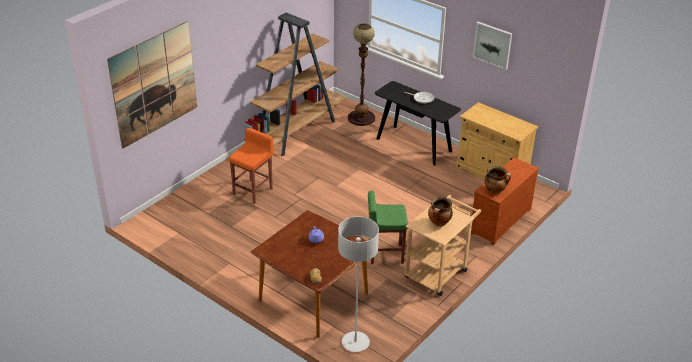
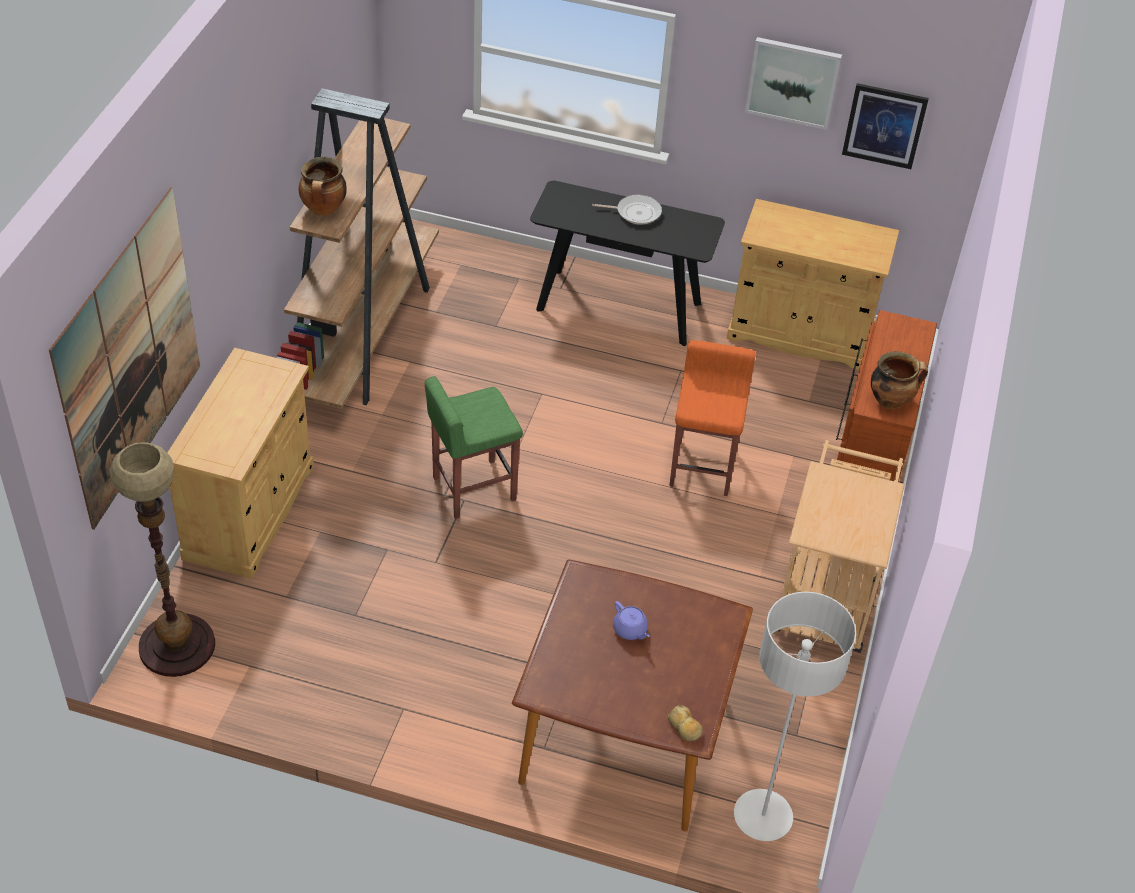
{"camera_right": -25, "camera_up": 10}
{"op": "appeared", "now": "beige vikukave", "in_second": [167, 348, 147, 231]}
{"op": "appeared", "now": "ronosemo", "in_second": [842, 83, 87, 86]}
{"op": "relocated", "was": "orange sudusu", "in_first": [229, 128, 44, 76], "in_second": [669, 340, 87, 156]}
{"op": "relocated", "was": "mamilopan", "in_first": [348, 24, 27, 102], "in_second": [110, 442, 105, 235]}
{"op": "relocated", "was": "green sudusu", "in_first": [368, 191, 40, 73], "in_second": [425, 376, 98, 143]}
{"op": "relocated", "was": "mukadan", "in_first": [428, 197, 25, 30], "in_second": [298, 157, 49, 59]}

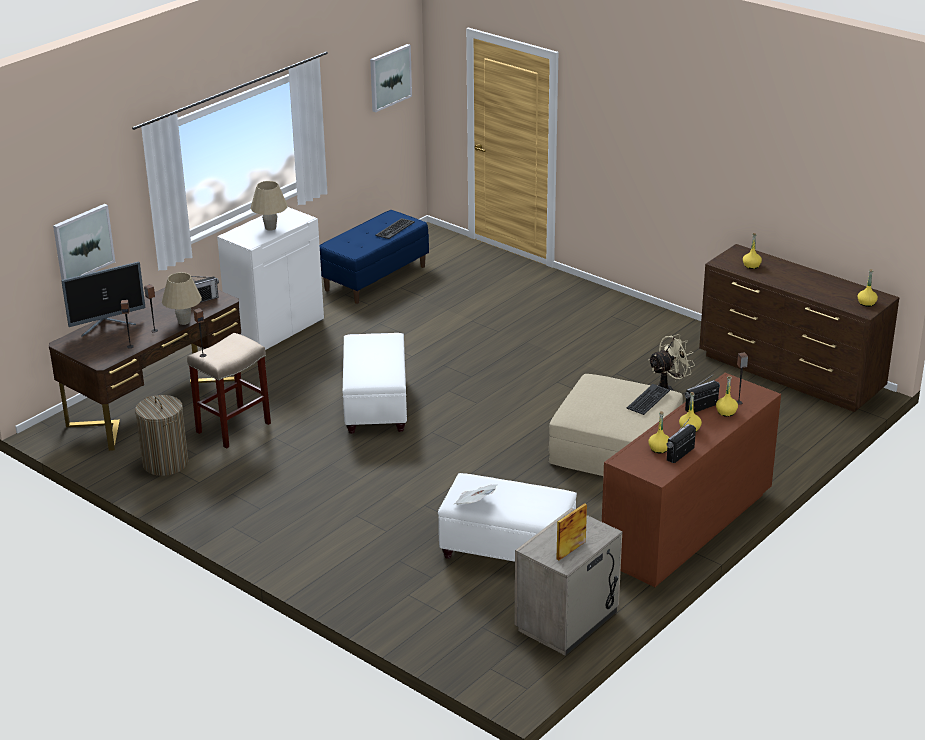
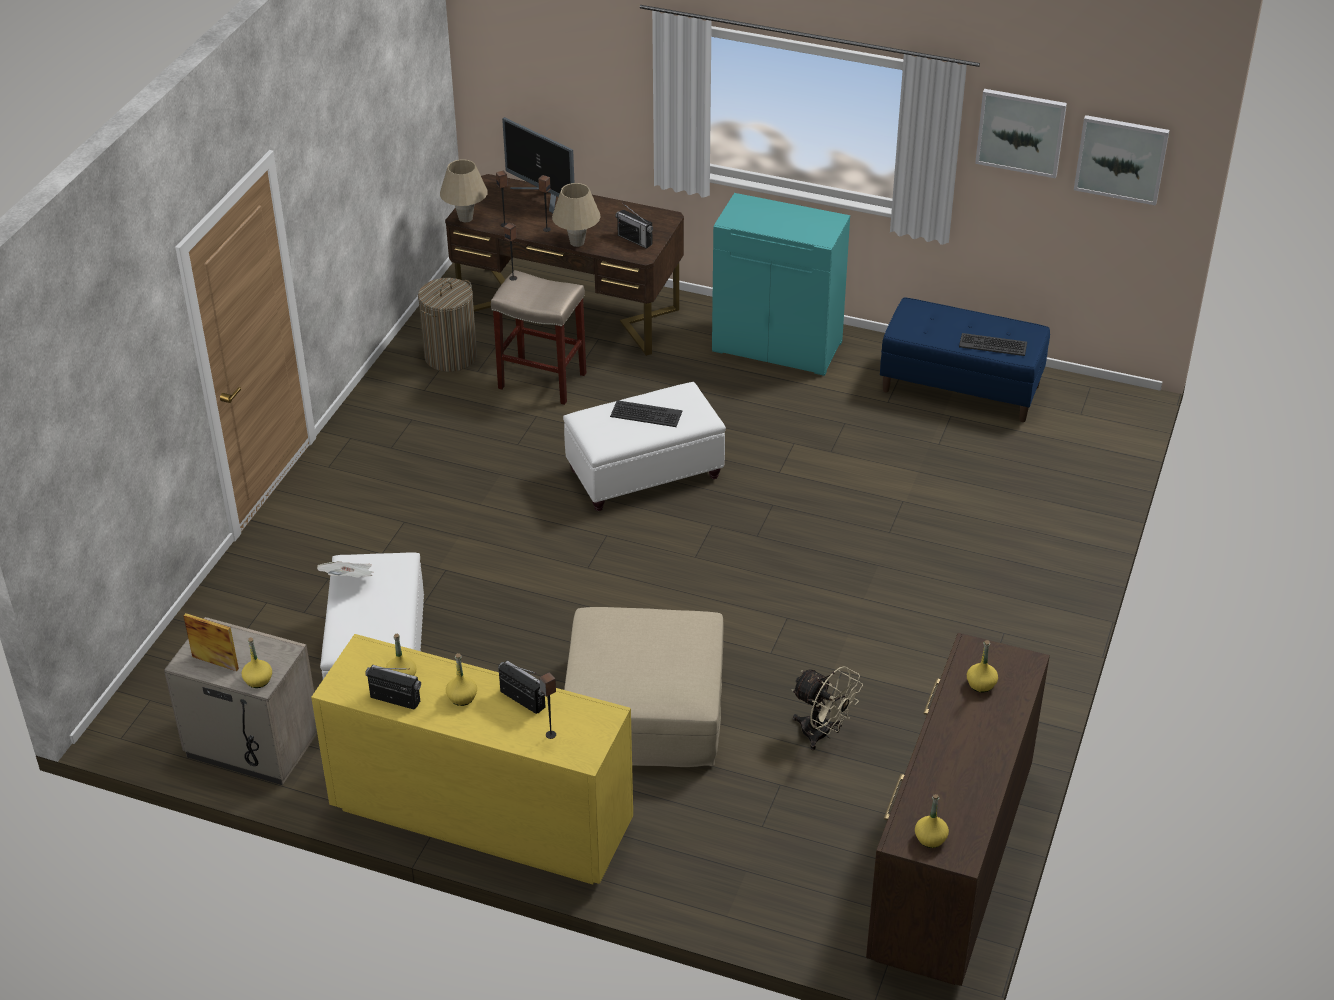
{"camera_right": 70, "camera_up": 10}
{"op": "relocated", "was": "ronosemo", "in_first": [53, 204, 62, 76], "in_second": [975, 89, 92, 90]}
{"op": "relocated", "was": "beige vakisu", "in_first": [251, 181, 37, 50], "in_second": [440, 159, 48, 63]}
{"op": "relocated", "was": "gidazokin", "in_first": [627, 384, 43, 31], "in_second": [610, 400, 72, 27]}
{"op": "relocated", "was": "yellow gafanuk", "in_first": [716, 376, 22, 41], "in_second": [242, 637, 30, 51]}
{"op": "colour", "was": "white vikukave", "now": "turquoise vikukave", "in_first": [217, 207, 107, 143], "in_second": [712, 193, 138, 183]}
{"op": "colour", "was": "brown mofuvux", "now": "yellow mofuvux", "in_first": [602, 373, 179, 214], "in_second": [311, 634, 322, 251]}

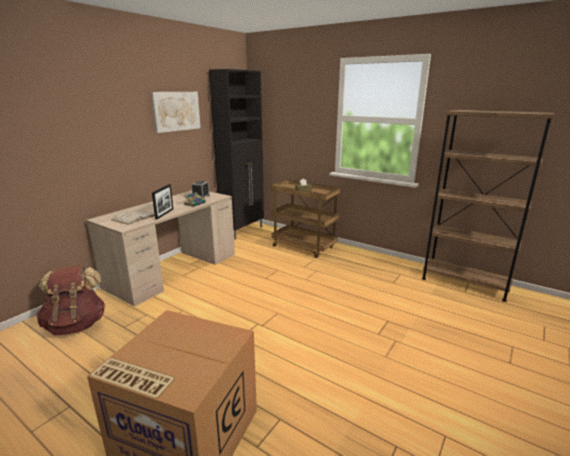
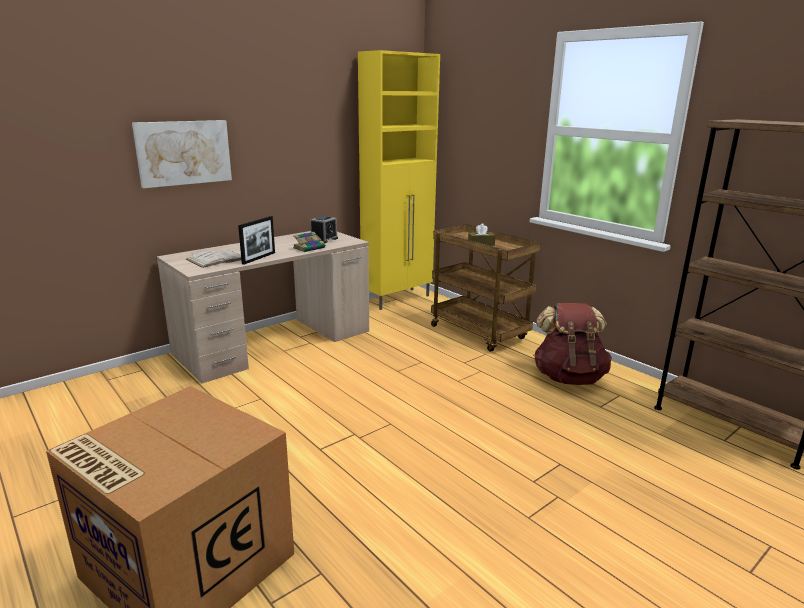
{"camera_right": 15, "camera_up": 0}
{"op": "relocated", "was": "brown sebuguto", "in_first": [36, 265, 70, 70], "in_second": [533, 303, 79, 82]}
{"op": "relocated", "was": "ronosemo", "in_first": [150, 92, 51, 41], "in_second": [132, 120, 100, 68]}
{"op": "colour", "was": "black vikukave", "now": "yellow vikukave", "in_first": [209, 69, 55, 171], "in_second": [358, 50, 82, 260]}

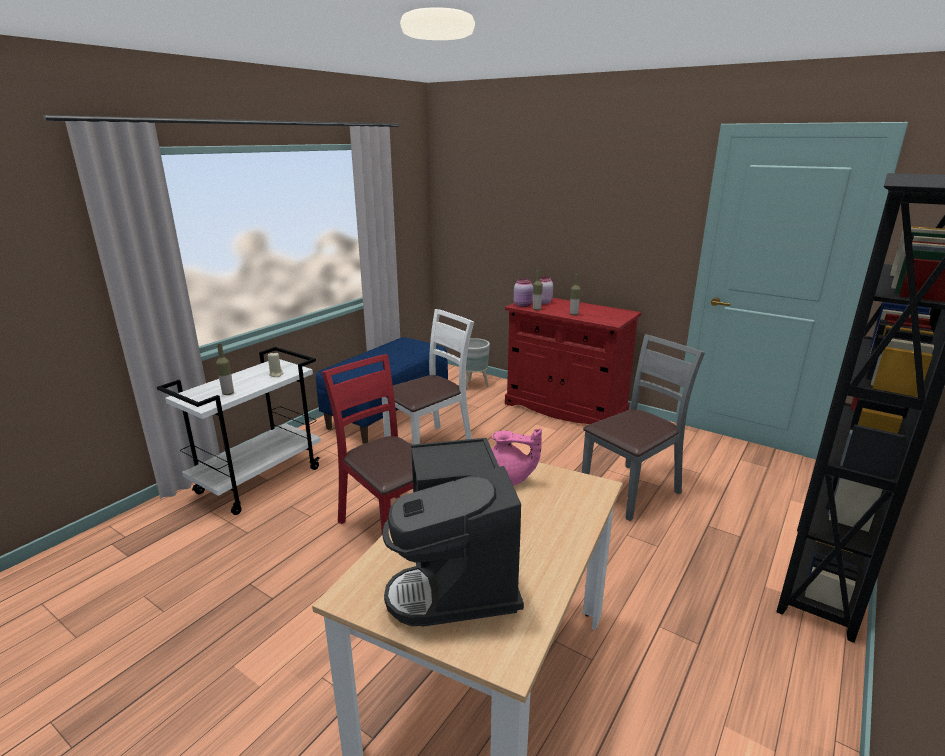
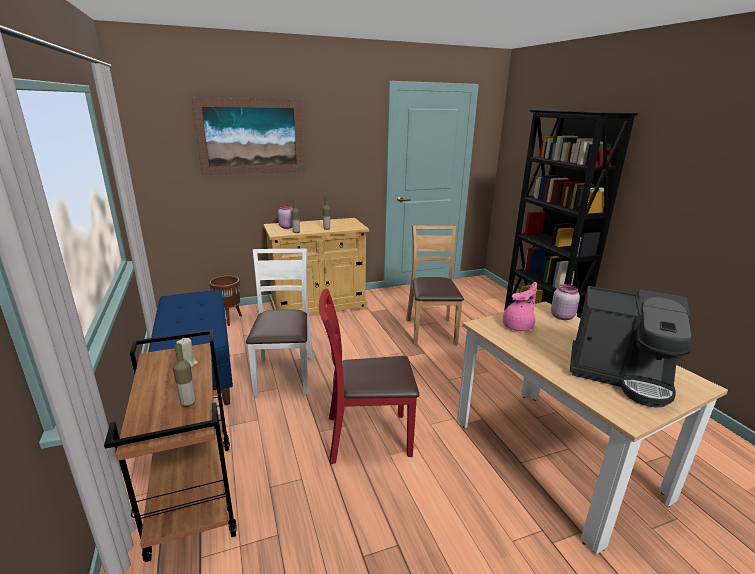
{"camera_right": -55, "camera_up": 0}
{"op": "appeared", "now": "ronosemo", "in_second": [191, 98, 114, 77]}
{"op": "relocated", "was": "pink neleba", "in_first": [514, 279, 19, 28], "in_second": [551, 284, 29, 36]}
{"op": "colour", "was": "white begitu", "now": "brown begitu", "in_first": [157, 347, 164, 168], "in_second": [104, 330, 133, 232]}
{"op": "colour", "was": "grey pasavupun", "now": "brown pasavupun", "in_first": [460, 338, 30, 52], "in_second": [209, 276, 33, 50]}
{"op": "colour", "was": "red vikukave", "now": "beige vikukave", "in_first": [505, 298, 136, 126], "in_second": [263, 218, 106, 98]}
{"op": "colour", "was": "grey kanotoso", "now": "brown kanotoso", "in_first": [582, 334, 123, 187], "in_second": [406, 226, 58, 120]}

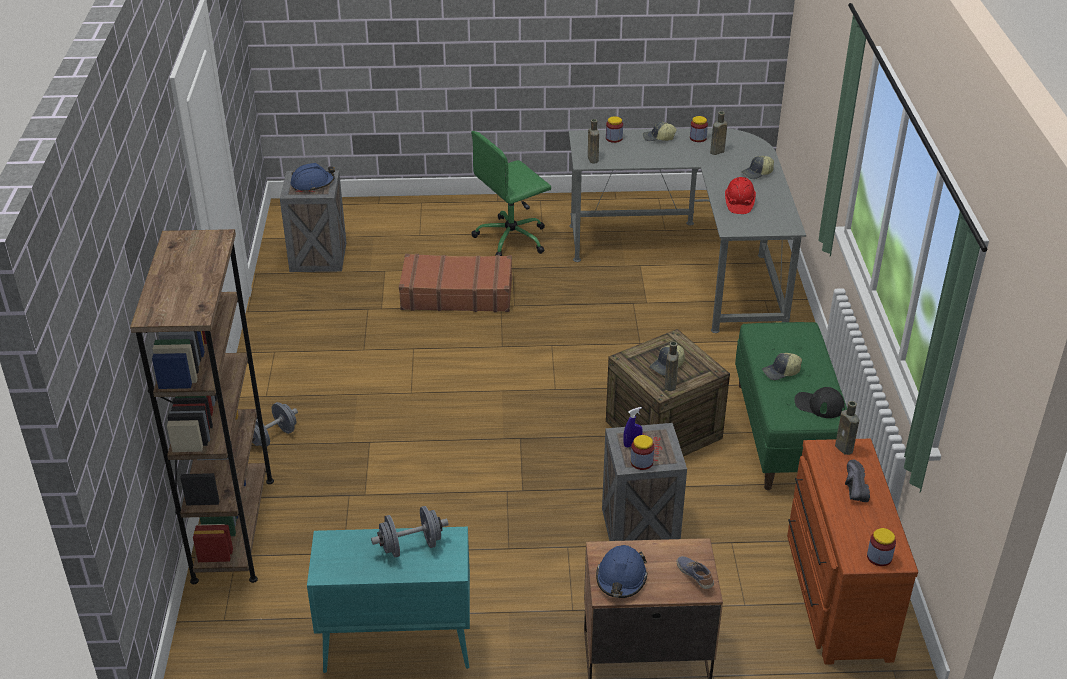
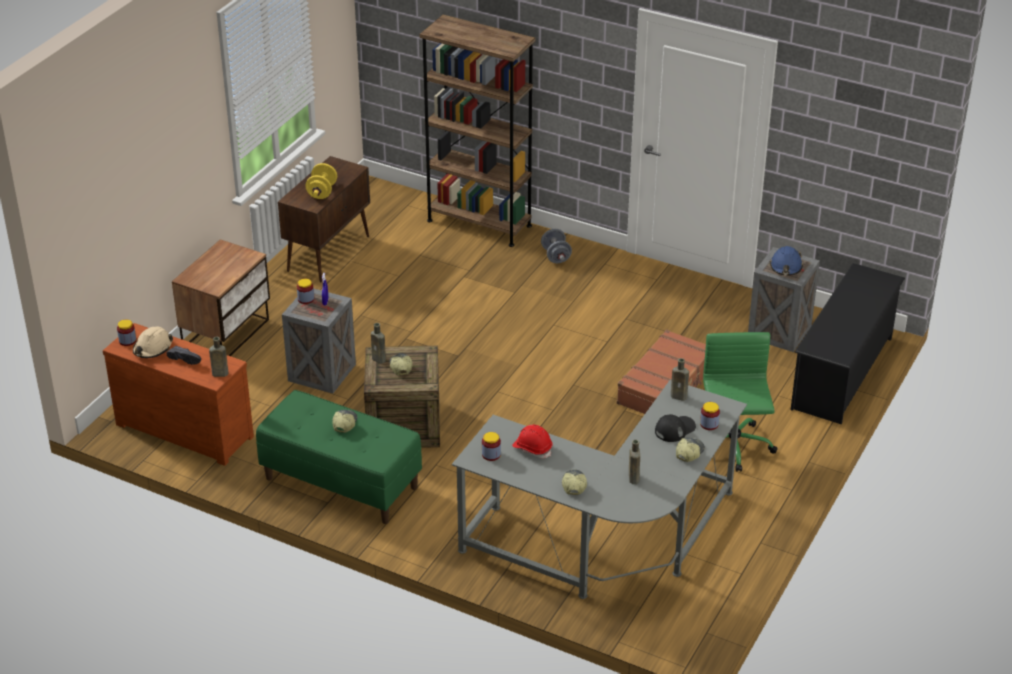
{"camera_right": 120, "camera_up": 0}
{"op": "missing", "was": "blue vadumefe", "in_first": [596, 545, 51, 53]}
{"op": "missing", "was": "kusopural", "in_first": [677, 556, 37, 33]}
{"op": "appeared", "now": "beige vadumefe", "in_second": [133, 327, 40, 31]}
{"op": "appeared", "now": "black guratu", "in_second": [791, 263, 114, 161]}
{"op": "relocated", "was": "neleba", "in_first": [690, 116, 18, 26], "in_second": [482, 432, 19, 29]}
{"op": "relocated", "was": "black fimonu", "in_first": [795, 387, 50, 31], "in_second": [655, 414, 41, 28]}
{"op": "colour", "was": "turquoise vikukave", "now": "brown vikukave", "in_first": [307, 527, 163, 146], "in_second": [278, 156, 92, 126]}
{"op": "colour", "was": "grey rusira", "now": "yellow rusira", "in_first": [371, 506, 78, 51], "in_second": [305, 163, 32, 36]}

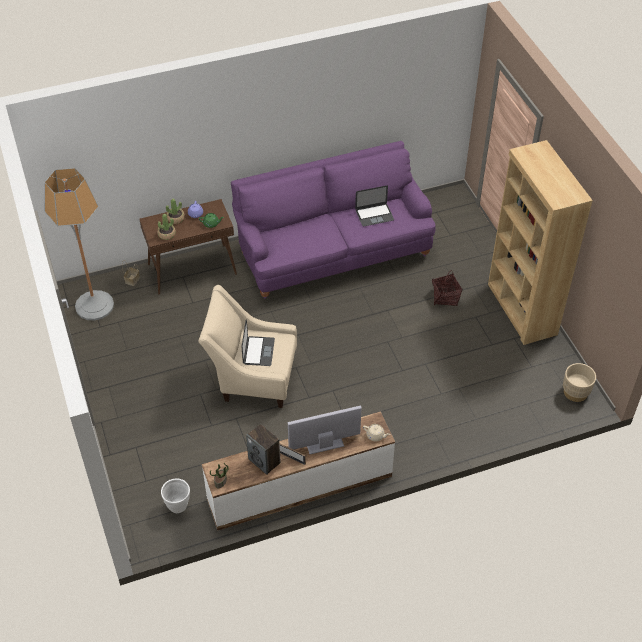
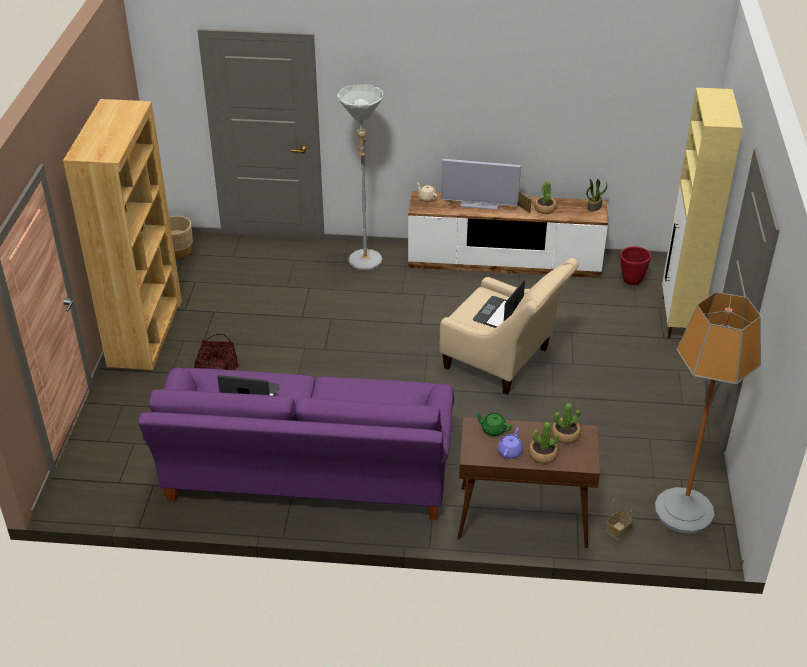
{"camera_right": -155, "camera_up": -10}
{"op": "appeared", "now": "grey mamilopan", "in_second": [337, 84, 46, 186]}
{"op": "appeared", "now": "beige vikukave", "in_second": [662, 88, 81, 250]}
{"op": "exchanged", "was": "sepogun", "now": "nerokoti", "in_first": [246, 424, 35, 51], "in_second": [534, 181, 22, 33]}
{"op": "colour", "was": "white pasavupun", "now": "red pasavupun", "in_first": [161, 478, 29, 35], "in_second": [620, 246, 31, 39]}

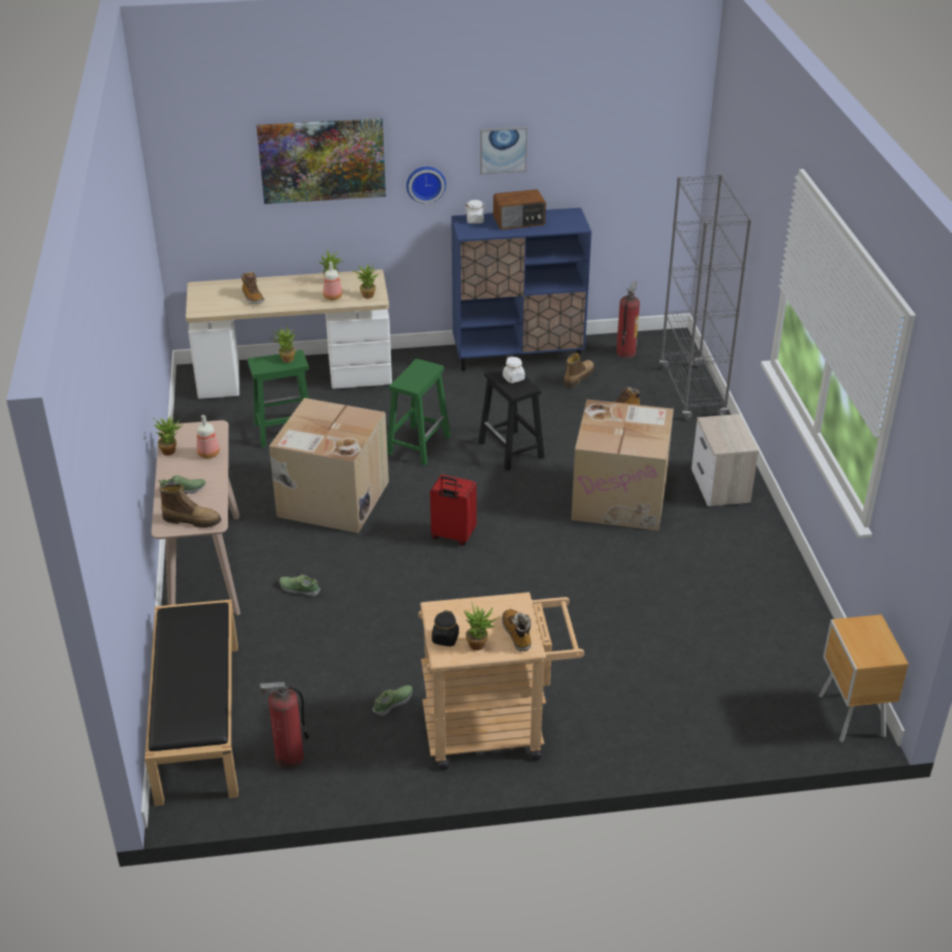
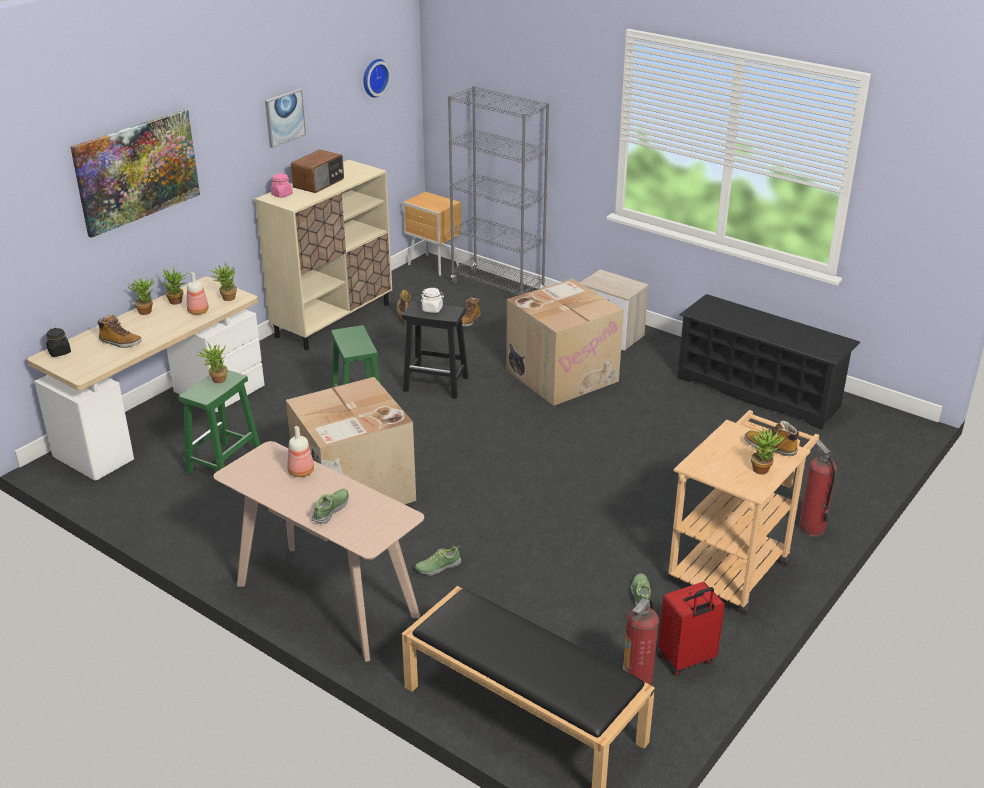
{"camera_right": -45, "camera_up": -5}
{"op": "missing", "was": "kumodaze", "in_first": [159, 484, 63, 44]}
{"op": "appeared", "now": "black guratu", "in_second": [677, 294, 183, 136]}
{"op": "relocated", "was": "nerokoti", "in_first": [153, 416, 29, 39], "in_second": [127, 278, 27, 37]}
{"op": "relocated", "was": "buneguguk", "in_first": [406, 167, 40, 37], "in_second": [363, 59, 28, 39]}
{"op": "relocated", "was": "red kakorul", "in_first": [430, 474, 46, 72], "in_second": [658, 582, 67, 94]}
{"op": "relocated", "was": "black neleba", "in_first": [432, 610, 27, 36], "in_second": [46, 328, 25, 29]}
{"op": "relocated", "was": "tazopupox", "in_first": [616, 281, 24, 77], "in_second": [798, 439, 39, 98]}
{"op": "relocated", "was": "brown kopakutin", "in_first": [819, 614, 90, 128], "in_second": [403, 192, 58, 84]}
{"op": "colour", "was": "blue vikukave", "now": "beige vikukave", "in_first": [451, 208, 141, 163], "in_second": [255, 160, 137, 190]}
{"op": "colour", "was": "white neleba", "now": "pink neleba", "in_first": [464, 200, 23, 24], "in_second": [271, 173, 22, 25]}

